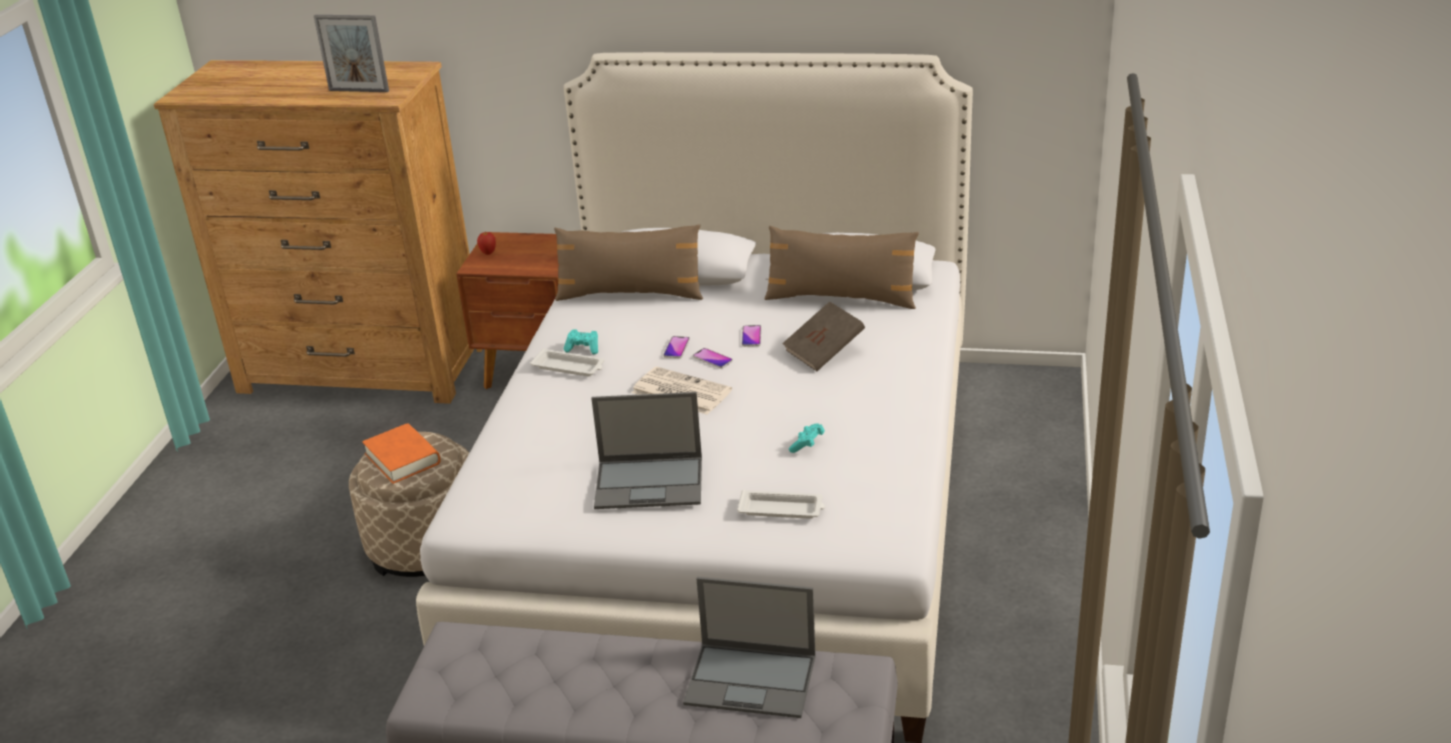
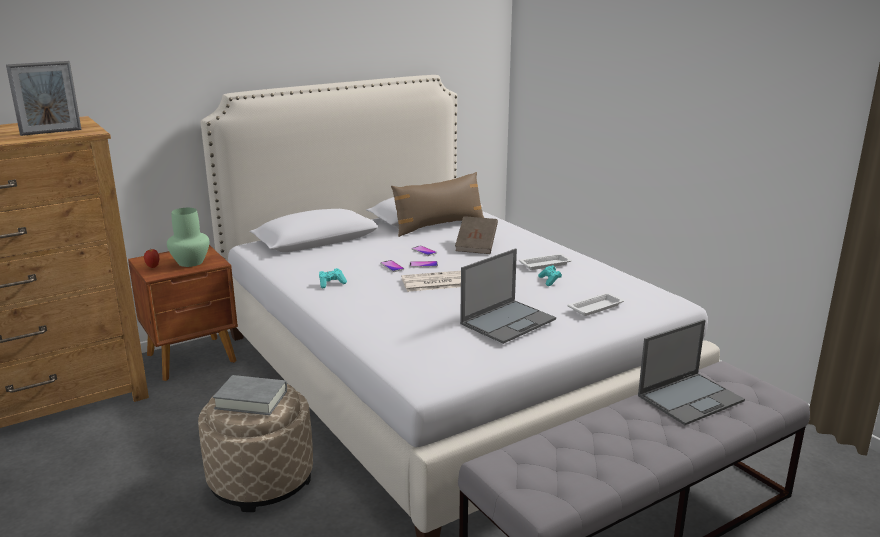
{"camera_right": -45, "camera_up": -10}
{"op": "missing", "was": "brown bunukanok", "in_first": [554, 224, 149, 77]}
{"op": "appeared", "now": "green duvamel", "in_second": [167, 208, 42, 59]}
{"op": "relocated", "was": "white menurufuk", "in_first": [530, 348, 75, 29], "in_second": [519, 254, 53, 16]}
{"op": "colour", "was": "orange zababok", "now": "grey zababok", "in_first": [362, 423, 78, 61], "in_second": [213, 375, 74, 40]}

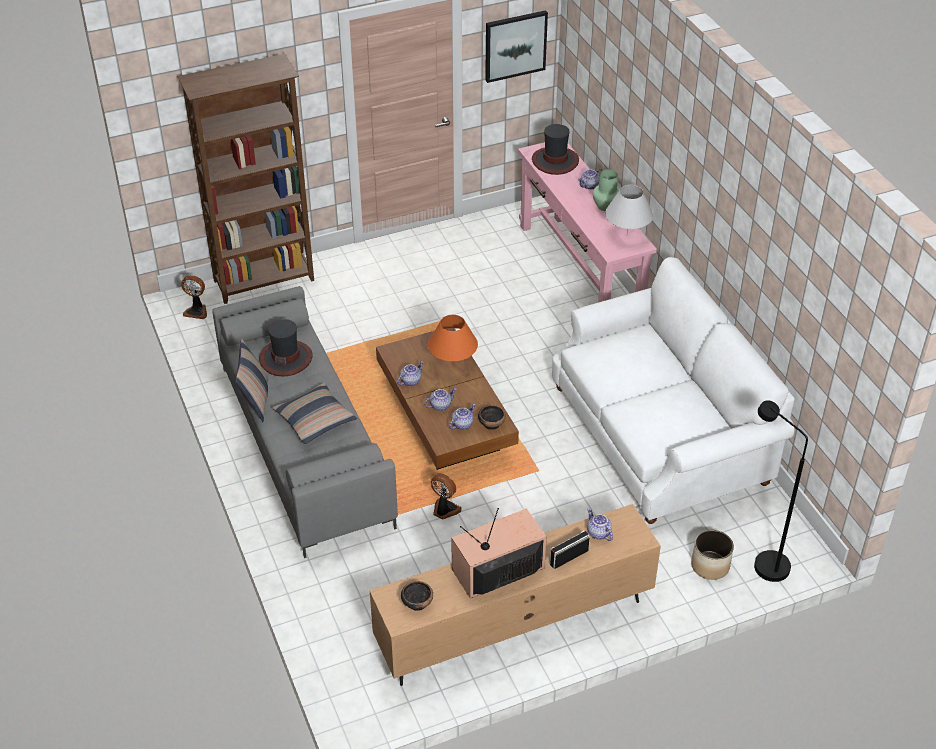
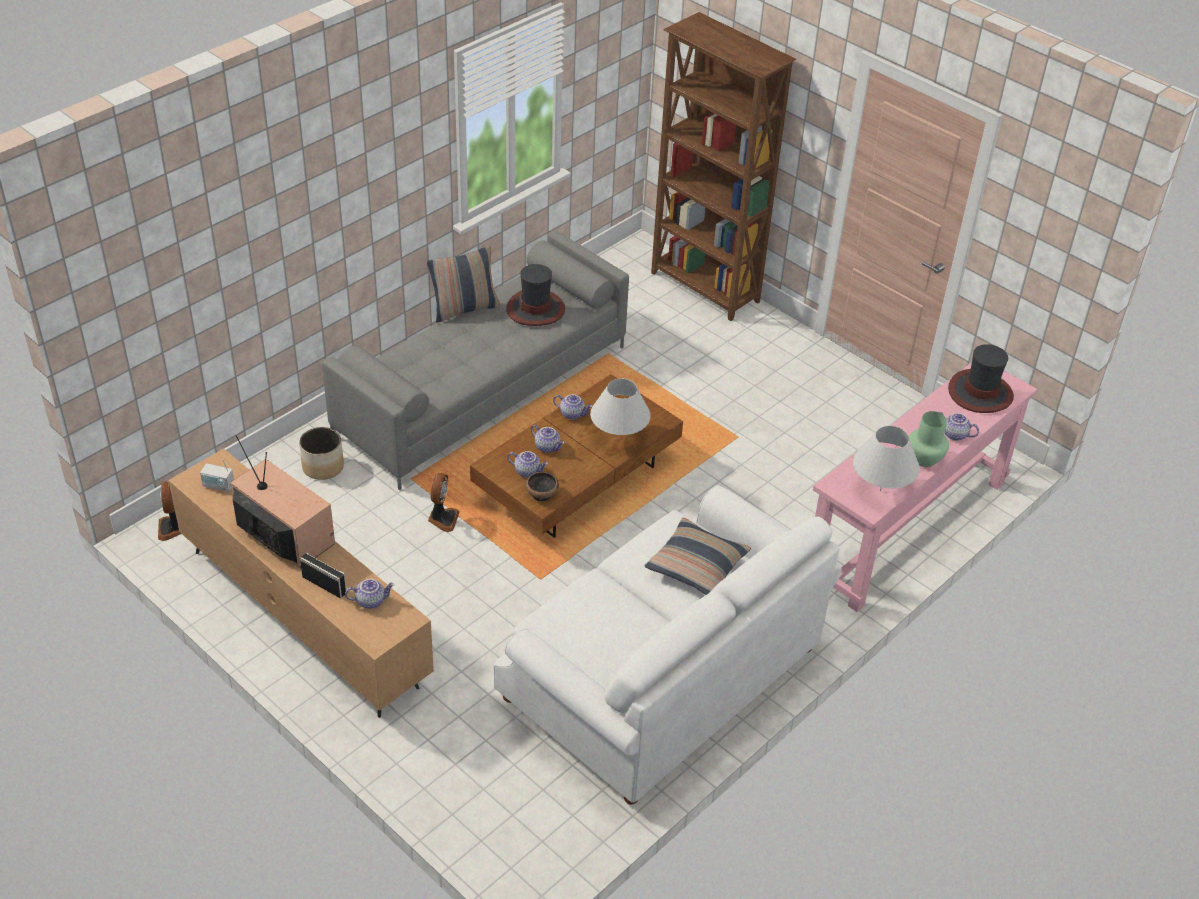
{"camera_right": 65, "camera_up": 0}
{"op": "missing", "was": "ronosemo", "in_first": [485, 10, 63, 73]}
{"op": "missing", "was": "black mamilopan", "in_first": [754, 400, 54, 182]}
{"op": "relocated", "was": "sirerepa", "in_first": [181, 275, 26, 44], "in_second": [158, 482, 23, 59]}
{"op": "relocated", "was": "bunukanok", "in_first": [272, 383, 85, 61], "in_second": [644, 517, 107, 78]}
{"op": "relocated", "was": "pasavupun", "in_first": [691, 530, 43, 50], "in_second": [299, 427, 45, 53]}
{"op": "exchanged", "was": "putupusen", "now": "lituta", "in_first": [401, 581, 32, 30], "in_second": [200, 460, 34, 32]}
{"op": "colour", "was": "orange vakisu", "now": "white vakisu", "in_first": [428, 315, 50, 46], "in_second": [590, 379, 61, 59]}
{"op": "spun", "was": "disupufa", "in_first": [587, 508, 26, 33], "in_second": [345, 579, 49, 30], "clockwise": 45}

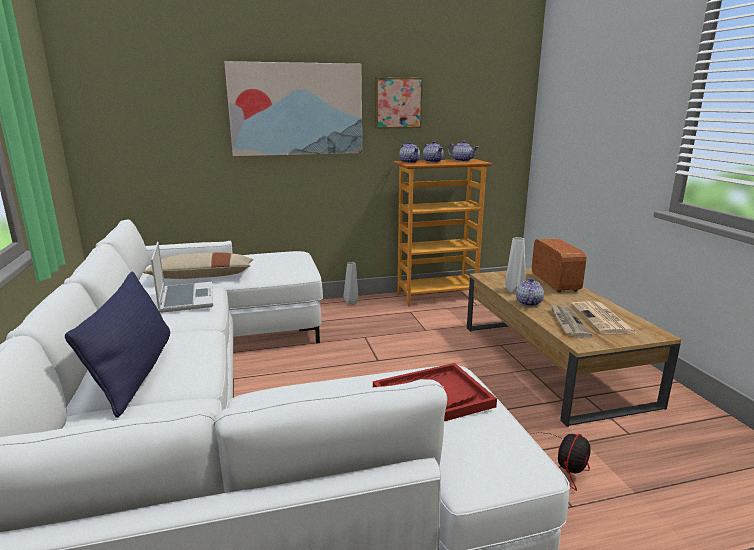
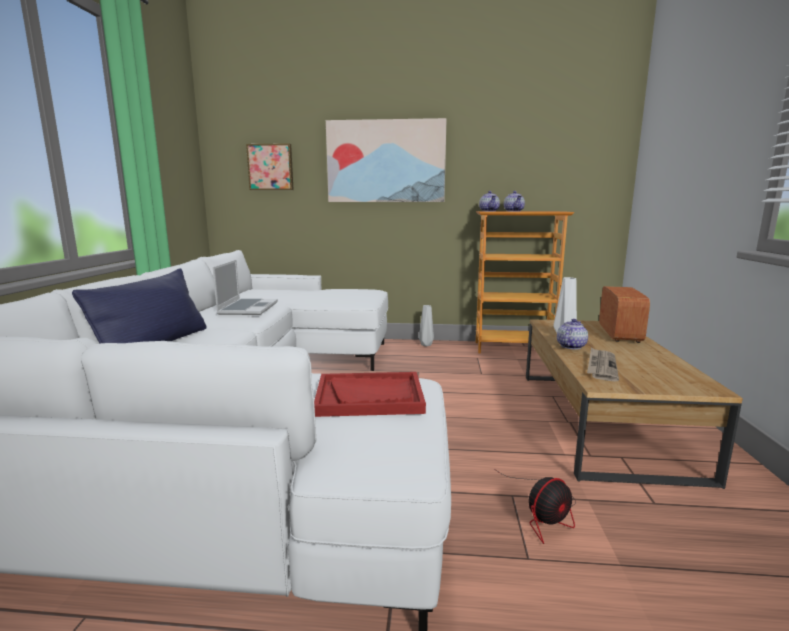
{"camera_right": 20, "camera_up": -5}
{"op": "missing", "was": "beige bunukanok", "in_first": [143, 253, 110, 26]}
{"op": "missing", "was": "disupufa", "in_first": [447, 140, 31, 22]}
{"op": "missing", "was": "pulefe", "in_first": [571, 301, 67, 33]}
{"op": "relocated", "was": "ronosemo", "in_first": [375, 77, 48, 52], "in_second": [246, 143, 47, 47]}

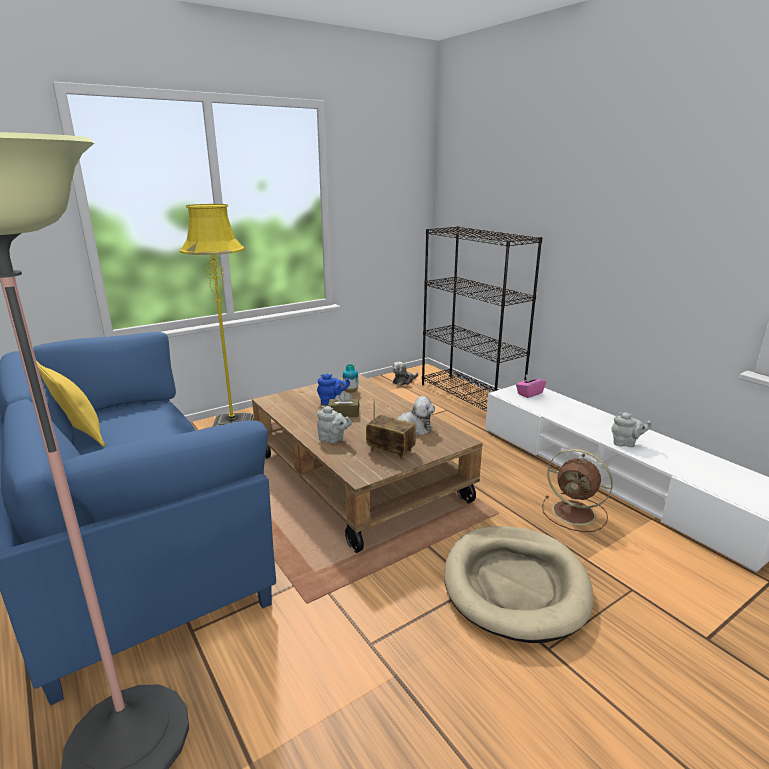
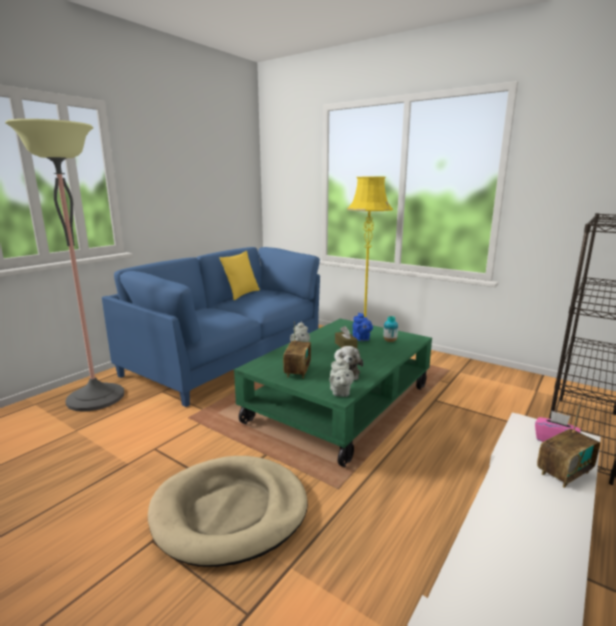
{"camera_right": 70, "camera_up": -5}
{"op": "missing", "was": "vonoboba", "in_first": [392, 362, 26, 24]}
{"op": "missing", "was": "brown sirerepa", "in_first": [542, 449, 71, 83]}
{"op": "appeared", "now": "lituta", "in_second": [537, 405, 63, 83]}
{"op": "relocated", "was": "grey disupufa", "in_first": [611, 412, 41, 35], "in_second": [329, 357, 25, 40]}
{"op": "colour", "was": "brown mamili", "now": "green mamili", "in_first": [252, 374, 231, 179], "in_second": [234, 319, 198, 148]}

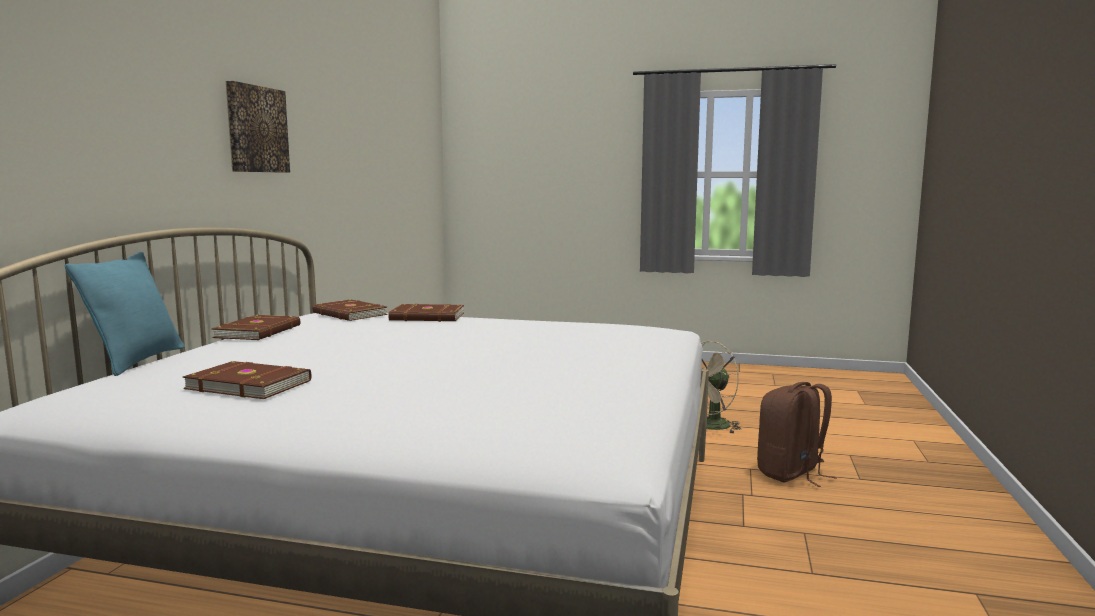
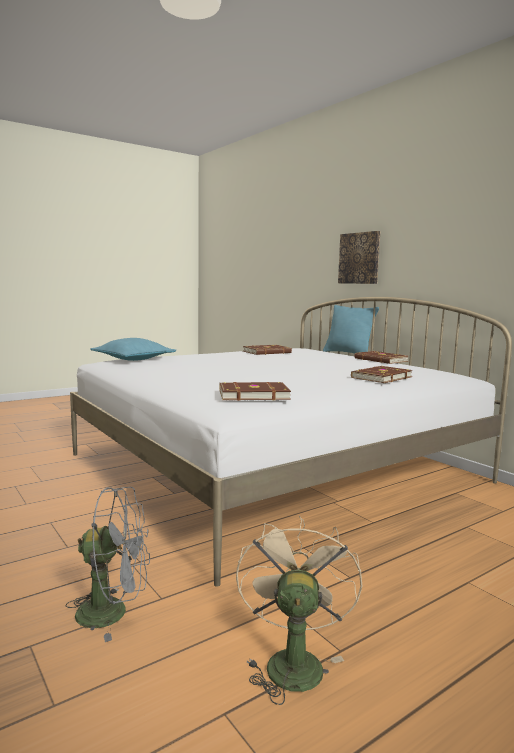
{"camera_right": 130, "camera_up": 0}
{"op": "appeared", "now": "turquoise bunukanok", "in_second": [90, 338, 86, 23]}
{"op": "relocated", "was": "ronosemo", "in_first": [226, 81, 64, 92], "in_second": [338, 231, 43, 53]}
{"op": "relocated", "was": "brown zababok", "in_first": [312, 299, 76, 22], "in_second": [219, 382, 72, 19]}
{"op": "exchanged", "was": "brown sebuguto", "now": "grey sirerepa", "in_first": [757, 382, 80, 105], "in_second": [66, 487, 84, 155]}

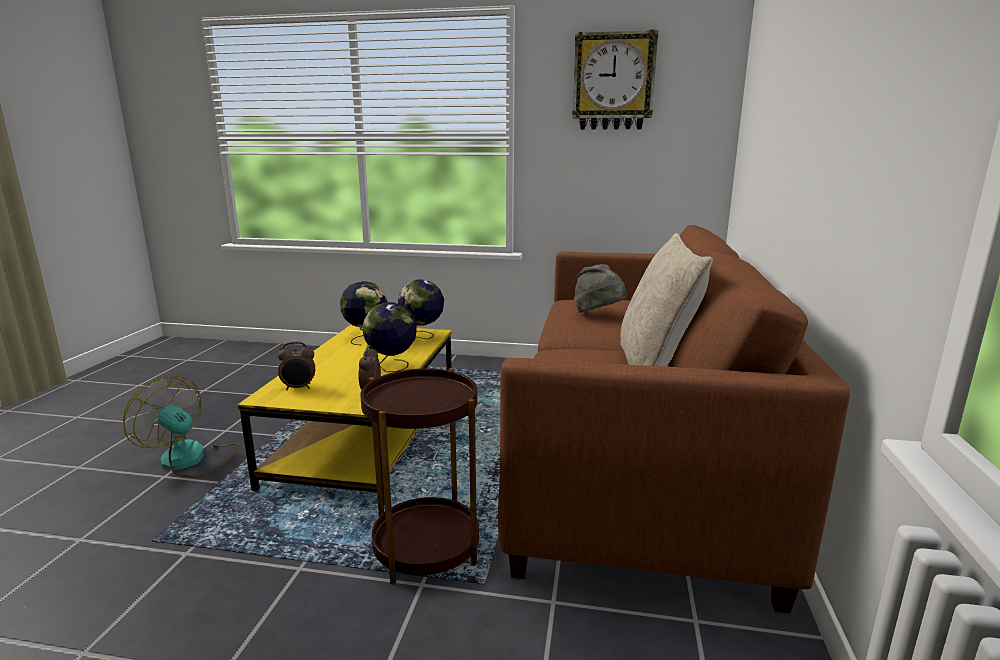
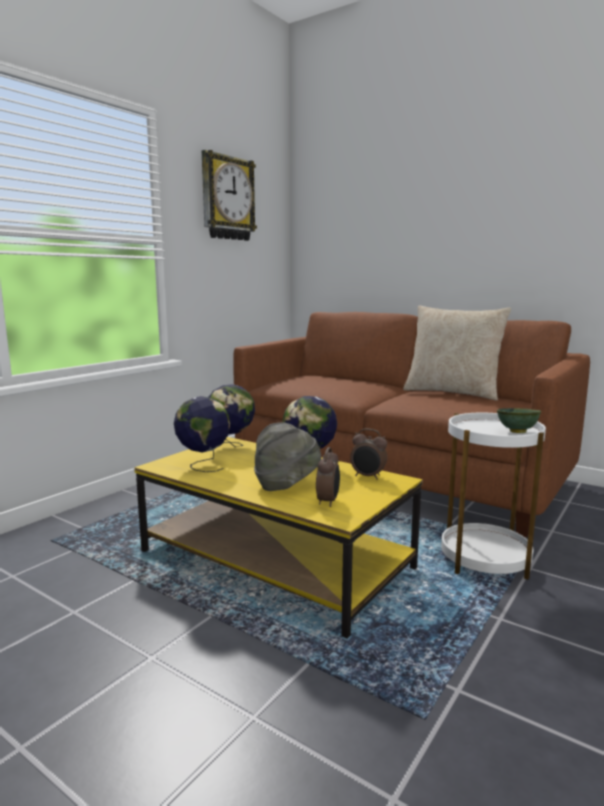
{"camera_right": -65, "camera_up": -5}
{"op": "missing", "was": "sirerepa", "in_first": [123, 376, 117, 102]}
{"op": "appeared", "now": "green putupusen", "in_second": [497, 408, 44, 25]}
{"op": "relocated", "was": "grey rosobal", "in_first": [574, 264, 53, 49], "in_second": [254, 422, 67, 69]}
{"op": "colour", "was": "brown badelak", "now": "white badelak", "in_first": [360, 368, 119, 217], "in_second": [441, 413, 105, 167]}

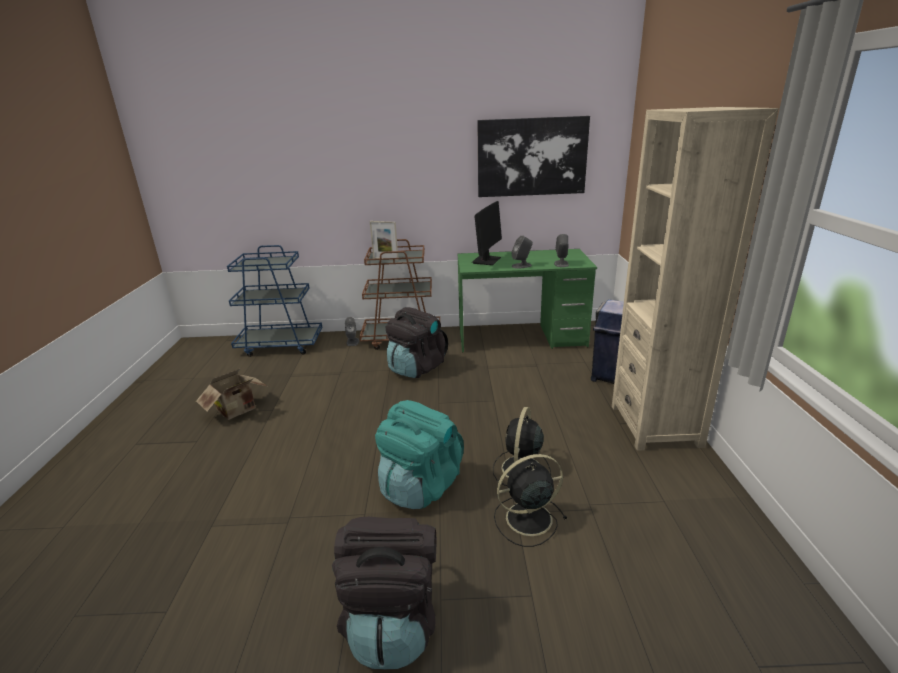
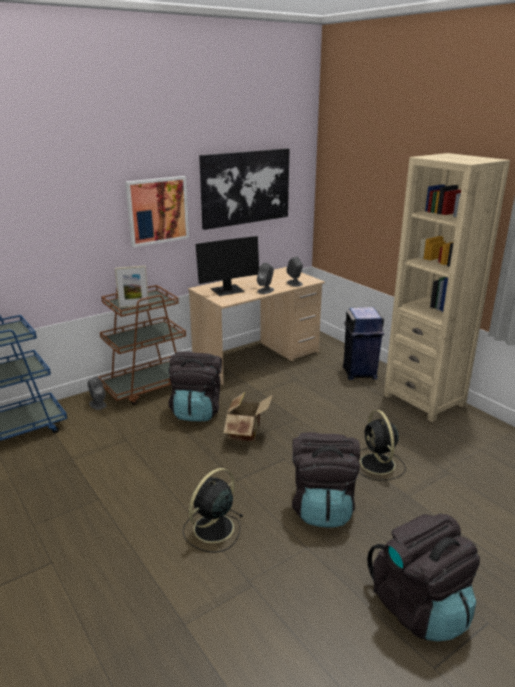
{"camera_right": -35, "camera_up": 0}
{"op": "appeared", "now": "ronosemo", "in_second": [125, 176, 64, 71]}
{"op": "relocated", "was": "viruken", "in_first": [196, 369, 71, 51], "in_second": [224, 392, 49, 49]}
{"op": "relocated", "was": "black sirerepa", "in_first": [494, 454, 73, 93], "in_second": [183, 468, 60, 85]}
{"op": "colour", "was": "turquoise sebuguto", "now": "black sebuguto", "in_first": [375, 400, 89, 109], "in_second": [292, 432, 68, 95]}
{"op": "colour", "was": "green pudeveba", "now": "beige pudeveba", "in_first": [458, 249, 139, 103], "in_second": [188, 267, 137, 118]}
{"op": "spun", "was": "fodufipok", "in_first": [472, 201, 30, 64], "in_second": [196, 236, 63, 60], "clockwise": 75}

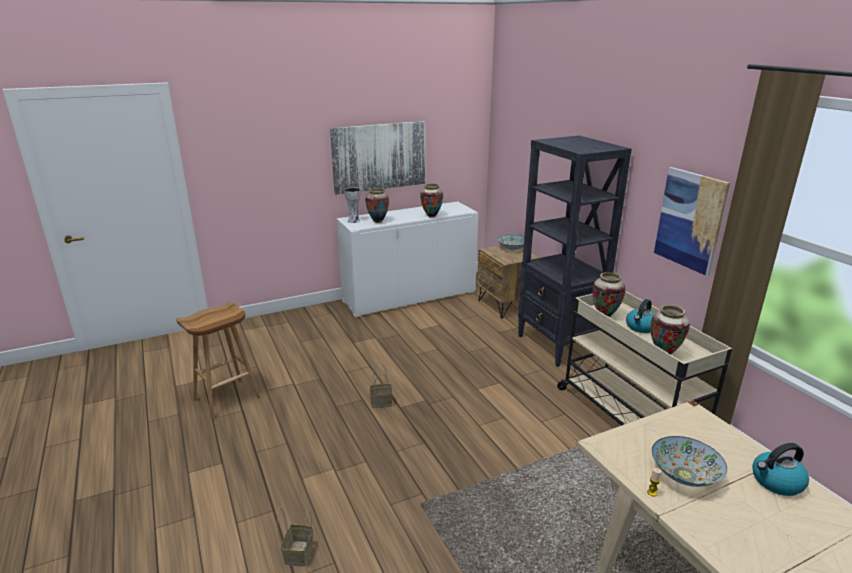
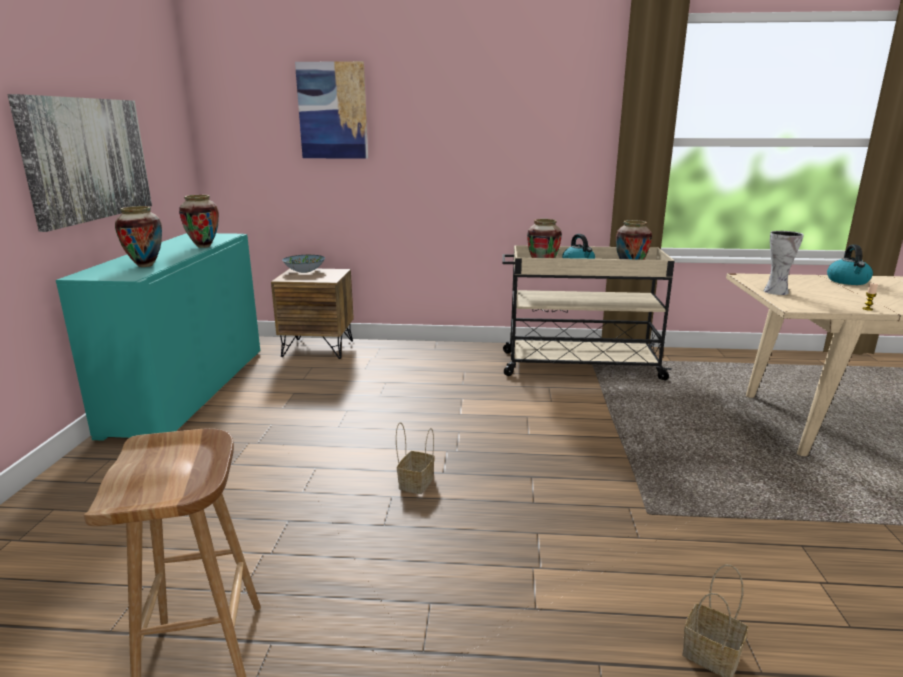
{"camera_right": -60, "camera_up": -5}
{"op": "missing", "was": "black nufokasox", "in_first": [518, 135, 114, 232]}
{"op": "missing", "was": "putupusen", "in_first": [652, 436, 75, 51]}
{"op": "relocated", "was": "duvamel", "in_first": [344, 187, 16, 36], "in_second": [764, 231, 40, 64]}
{"op": "relocated", "was": "ronosemo", "in_first": [654, 167, 76, 109], "in_second": [295, 61, 73, 98]}
{"op": "colour", "was": "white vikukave", "now": "turquoise vikukave", "in_first": [337, 201, 141, 117], "in_second": [56, 233, 204, 208]}

